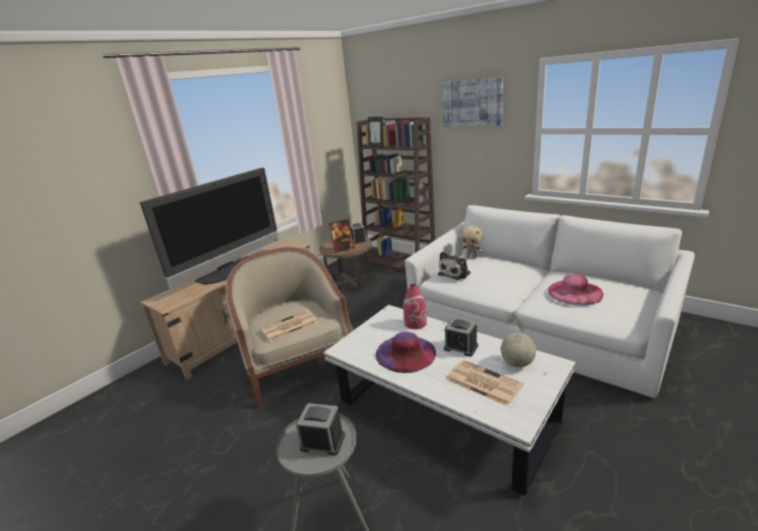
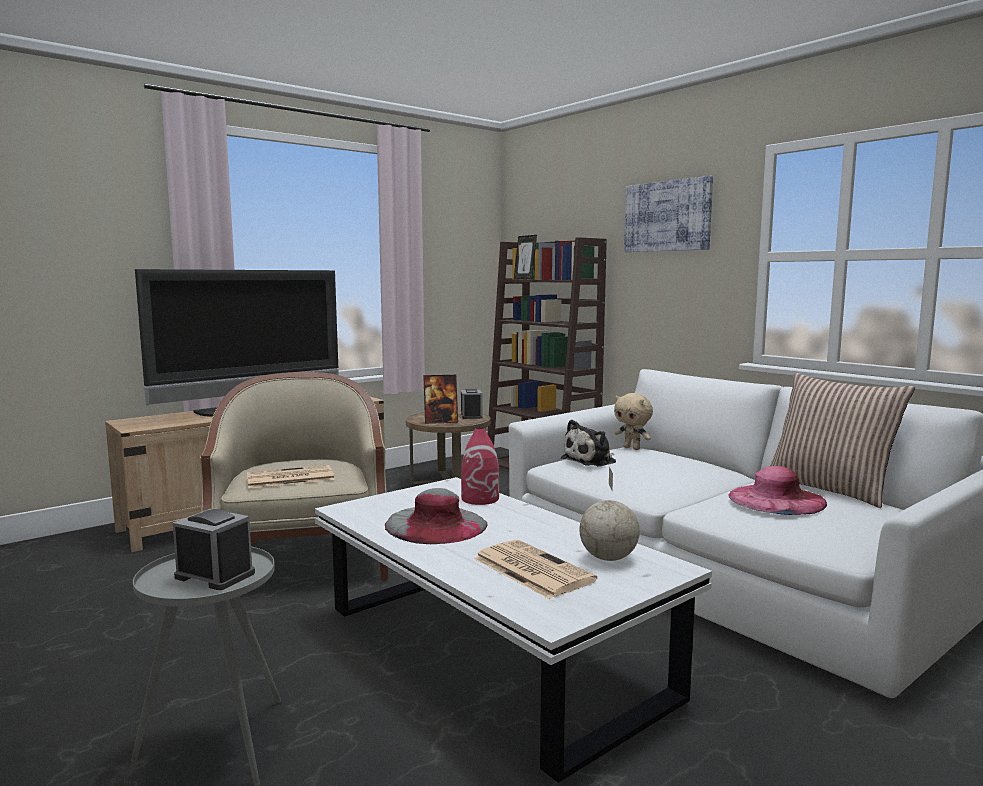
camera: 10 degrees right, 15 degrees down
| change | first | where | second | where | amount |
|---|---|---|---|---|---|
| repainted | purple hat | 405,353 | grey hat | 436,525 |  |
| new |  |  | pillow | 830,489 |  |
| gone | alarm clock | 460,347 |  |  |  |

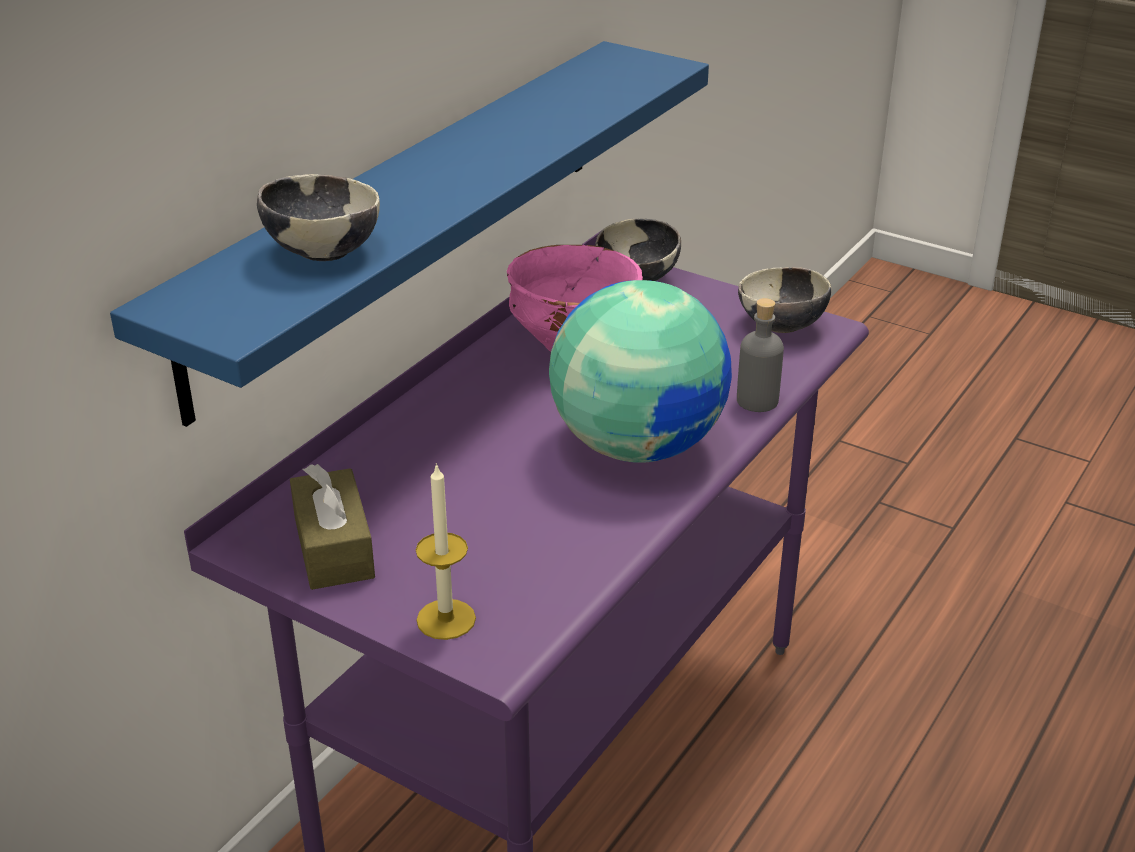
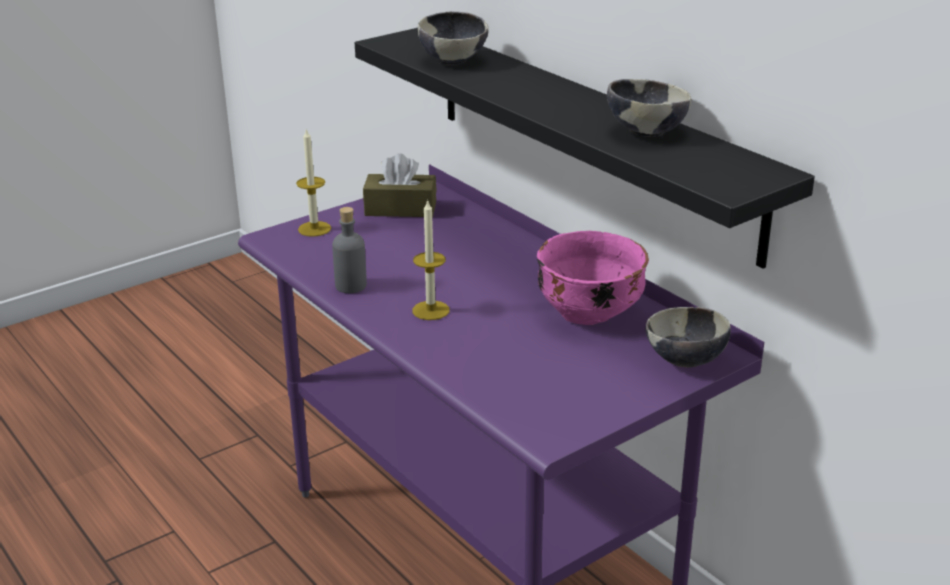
camera: 110 degrees right, 5 degrees down
| change | first | where | second | where | amount |
|---|---|---|---|---|---|
| shifted | grey bottle | 757,400 |  | 351,286 |  |
| repainted | blue shelf | 406,215 | black shelf | 588,136 |  |
| swapped | globe | 637,445 | candle | 431,310 |  |
| shifted | bowl | 781,326 |  | 645,131 |  |

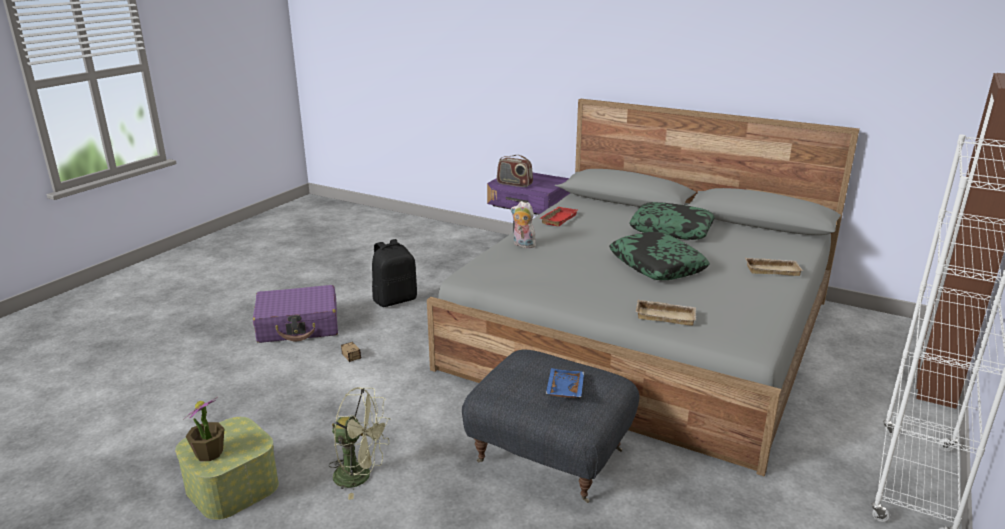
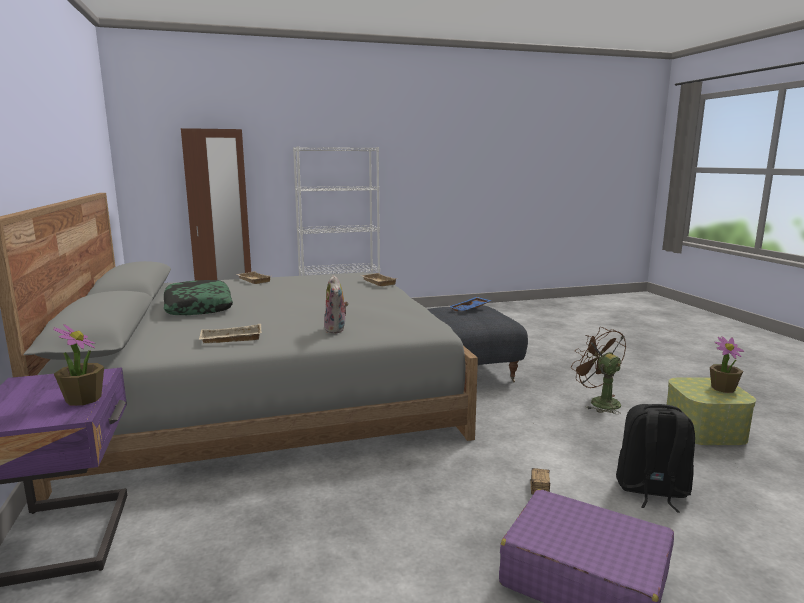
camera: 135 degrees left, 10 degrees down
| change | first | where | second | where | amount |
|---|---|---|---|---|---|
| swapped | radio | 514,184 | potted plant | 83,399 |  |
| repainted | red tray | 558,219 | beige tray | 230,339 |  |
| repainted | green fan | 360,476 | brown fan | 599,402 |  |
| shifted | black backpack | 395,300 |  | 651,490 |  |
| gone | pillow | 656,265 |  |  |  |

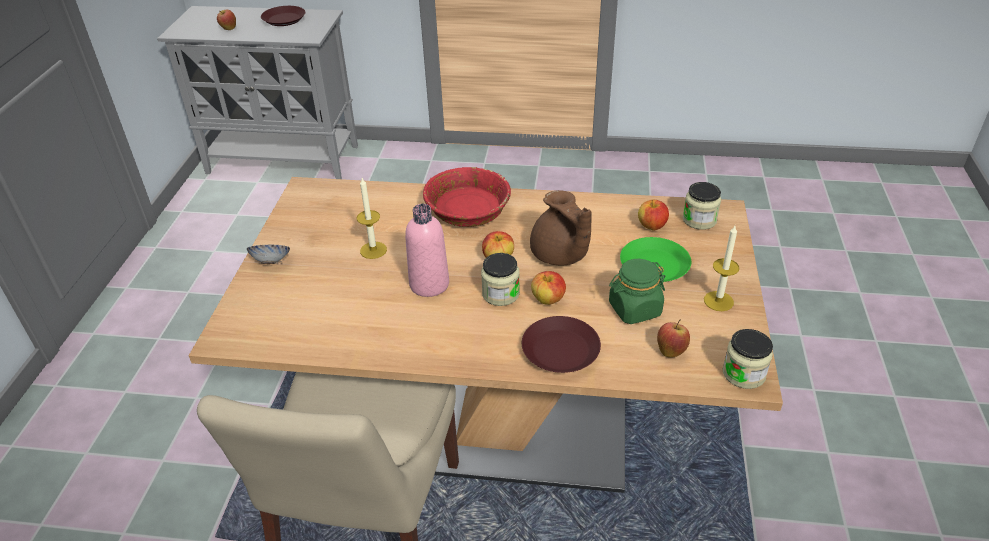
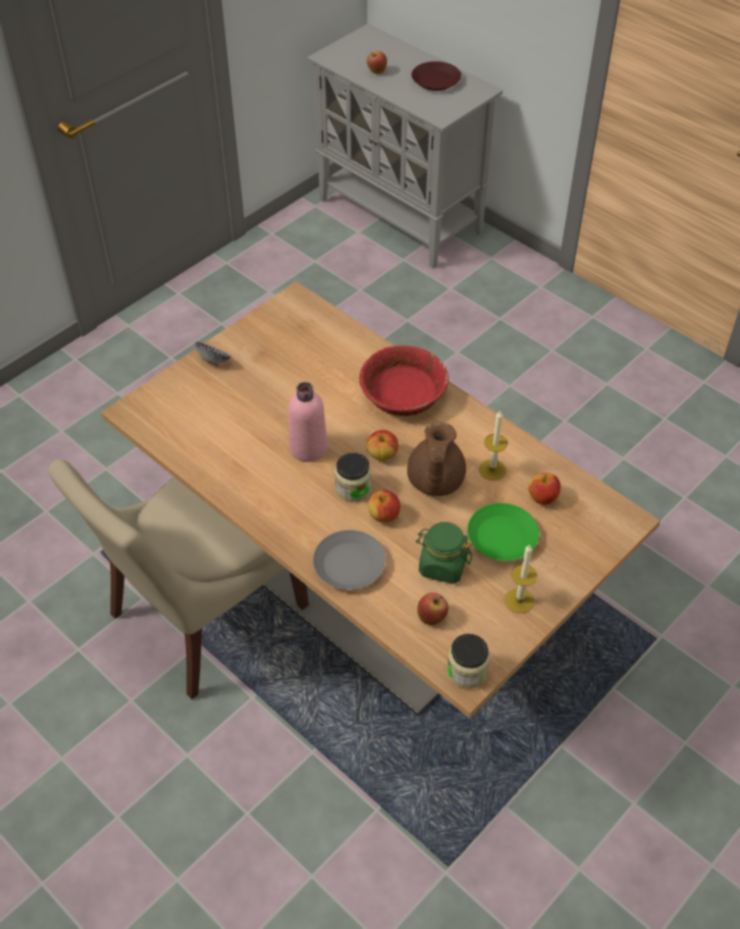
camera: 35 degrees right, 10 degrees up
| change | first | where | second | where | amount |
|---|---|---|---|---|---|
| repainted | brown plate | 559,350 | grey plate | 349,564 |  |
| shifted | candle | 373,250 |  | 492,470 |  |
| gone | jar | 699,220 |  |  |  |

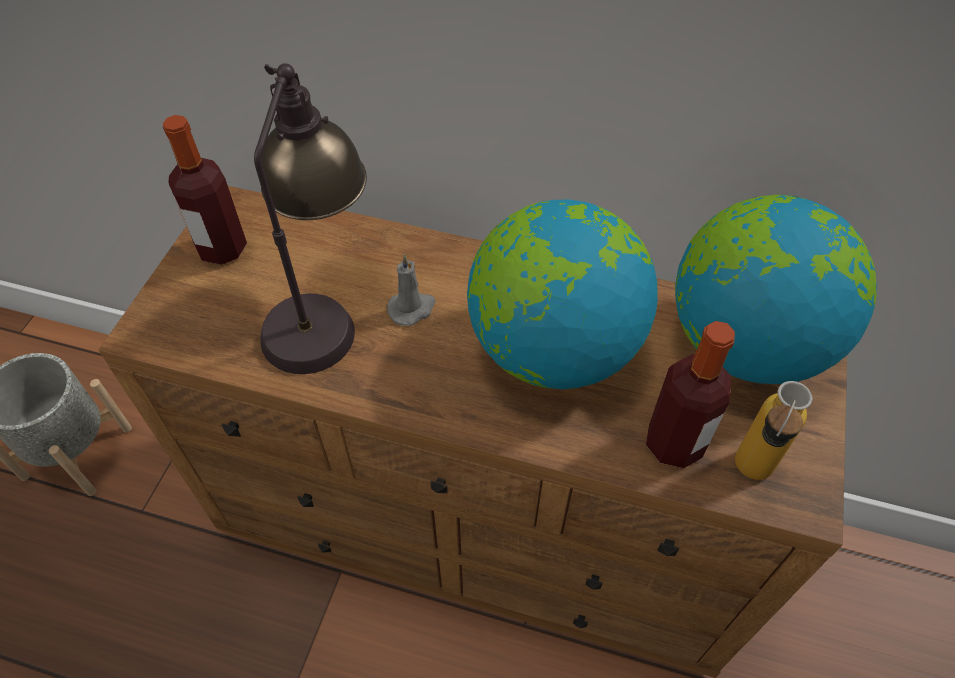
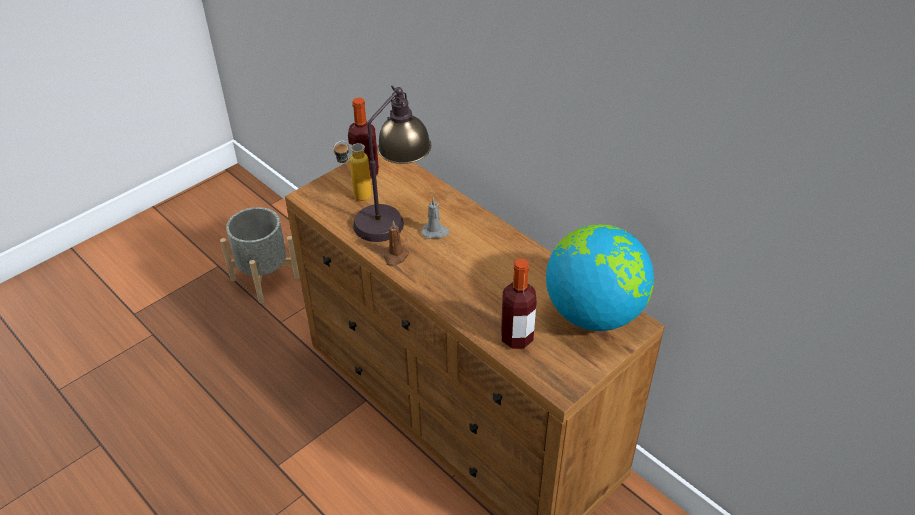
camera: 30 degrees right, 10 degrees down
| change | first | where | second | where | amount |
|---|---|---|---|---|---|
| shifted | bottle | 747,476 |  | 355,198 |  |
| new |  |  | brown candle | 395,257 |  |
| gone | globe | 553,348 |  |  |  |

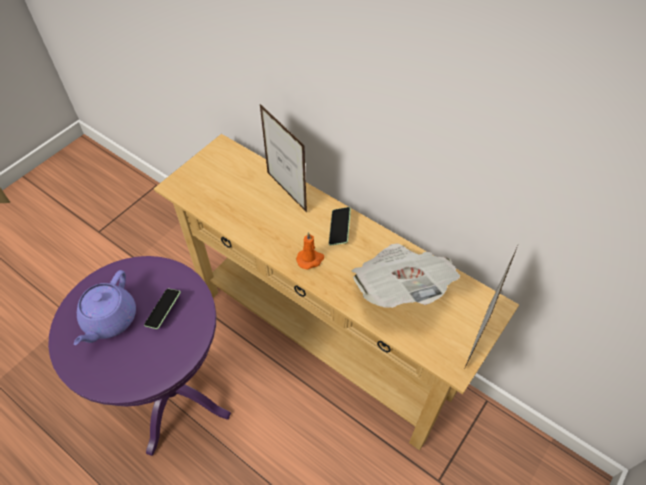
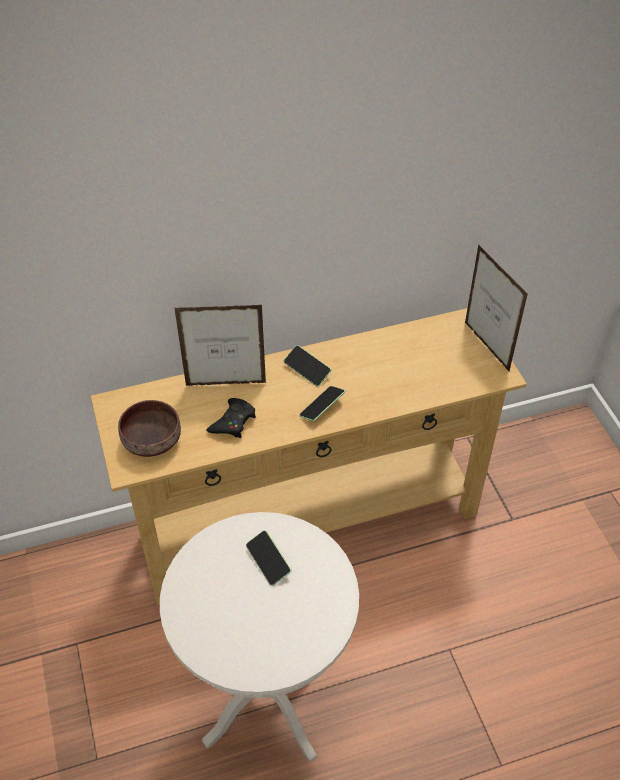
camera: 55 degrees left, 5 degrees down
| change | first | where | second | where | amount |
|---|---|---|---|---|---|
| new |  |  | brown bowl | 152,438 |  |
| repainted | purple side table | 177,398 | white side table | 268,699 |  |
| new |  |  | black game controller | 233,422 |  |
| swapped | orange candle | 310,259 | phone | 322,408 |  |
| gone | purple teapot | 109,320 |  |  |  |
| gone | newspaper | 399,287 |  |  |  |

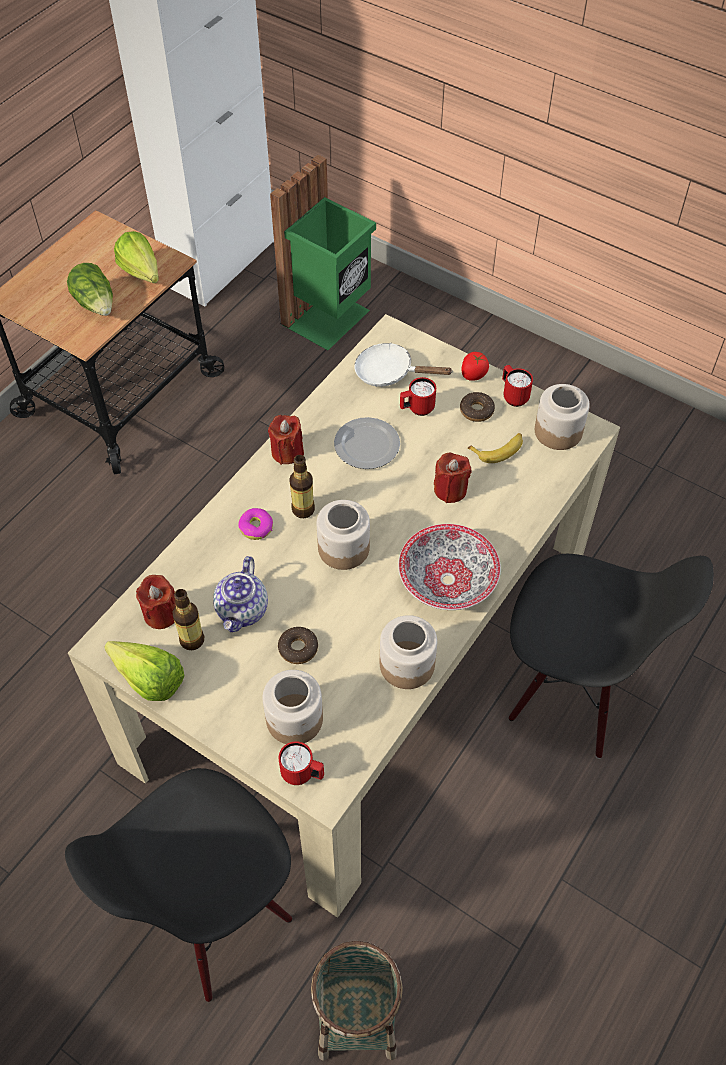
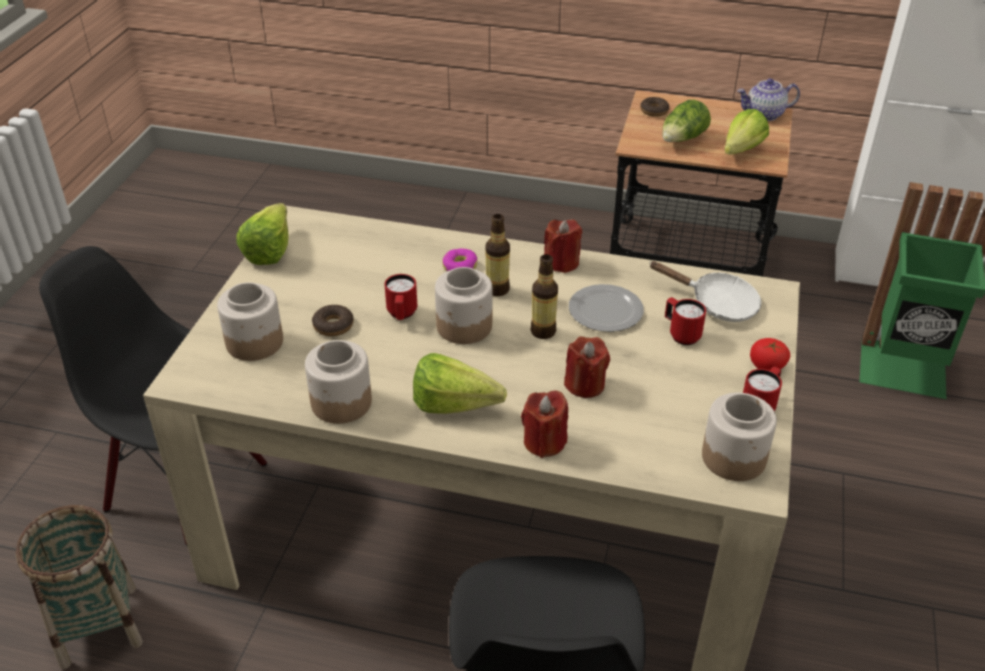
camera: 70 degrees right, 15 degrees down
| change | first | where | second | where | amount |
|---|---|---|---|---|---|
| shifted | red mug | 302,774 |  | 402,315 |  |
| swapped | bowl | 446,580 | lettuce | 460,408 |  |
| shifted | red candle | 161,614 |  | 544,442 |  |
| shifted | bottle | 192,640 |  | 543,331 |  |
| shifted | donut | 476,410 |  | 654,111 |  |
| rotated | white frying pan | 390,373 |  | 716,304 | 120 degrees clockwise |
| shifted | teapot | 243,610 |  | 764,115 |  |
| gone | banana | 498,450 |  |  |  |

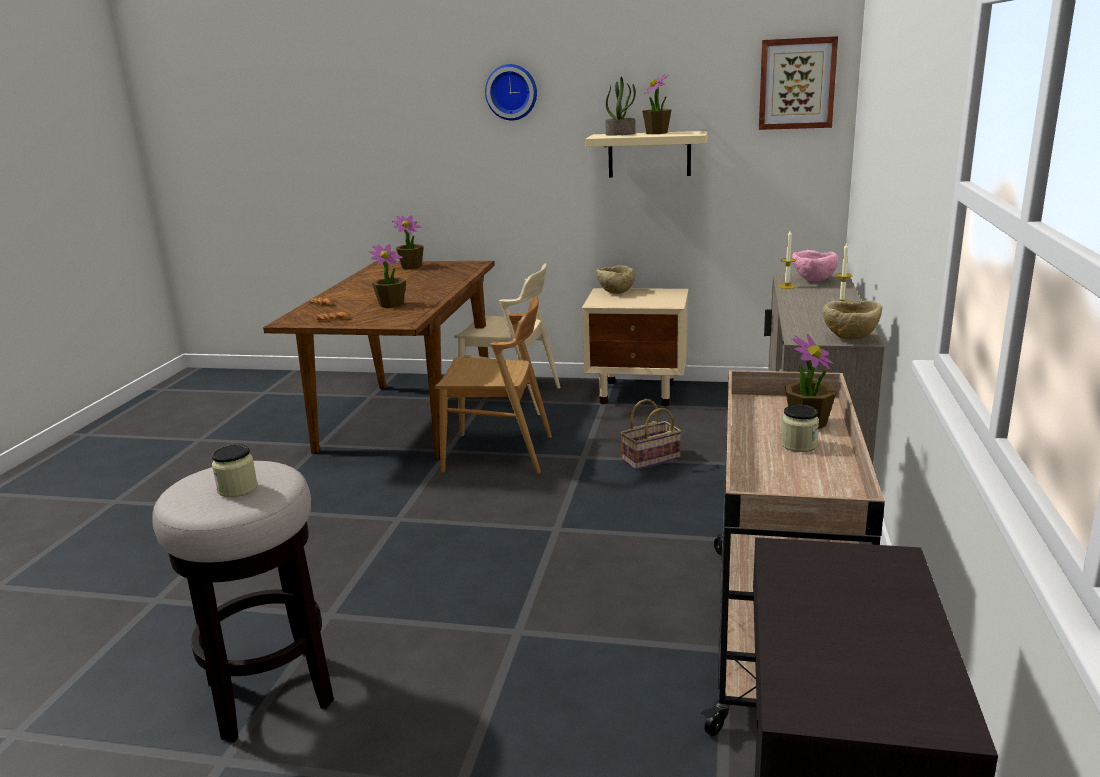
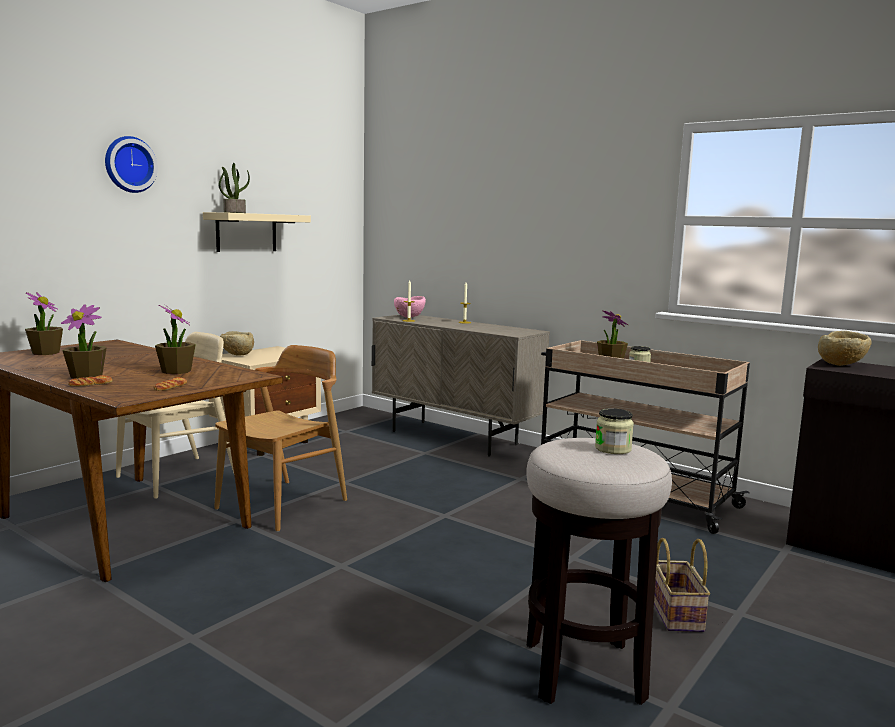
camera: 65 degrees left, 10 degrees down
| change | first | where | second | where | amount |
|---|---|---|---|---|---|
| shifted | potted plant | 657,133 |  | 87,376 |  |
| shifted | basket | 650,460 |  | 677,614 |  |
| shifted | beige bowl | 849,339 |  | 841,365 |  |
| gone | picture | 797,83 |  |  |  |

